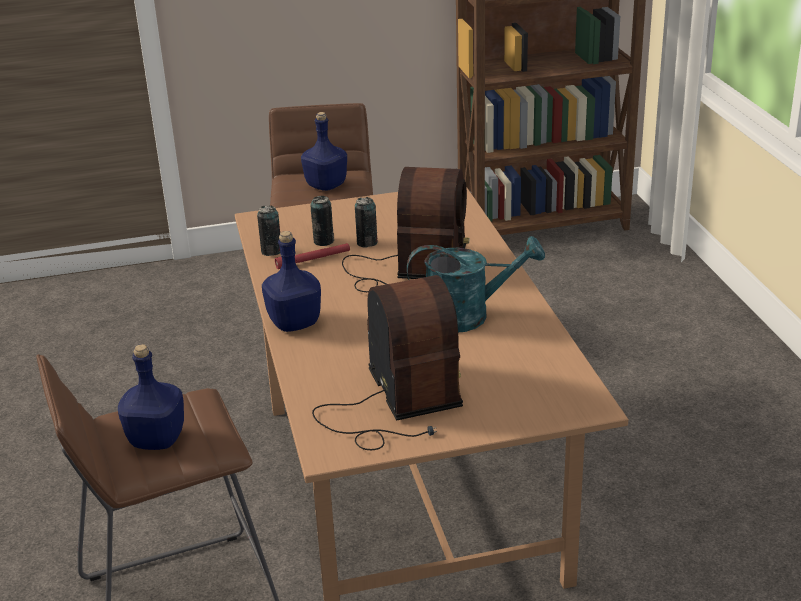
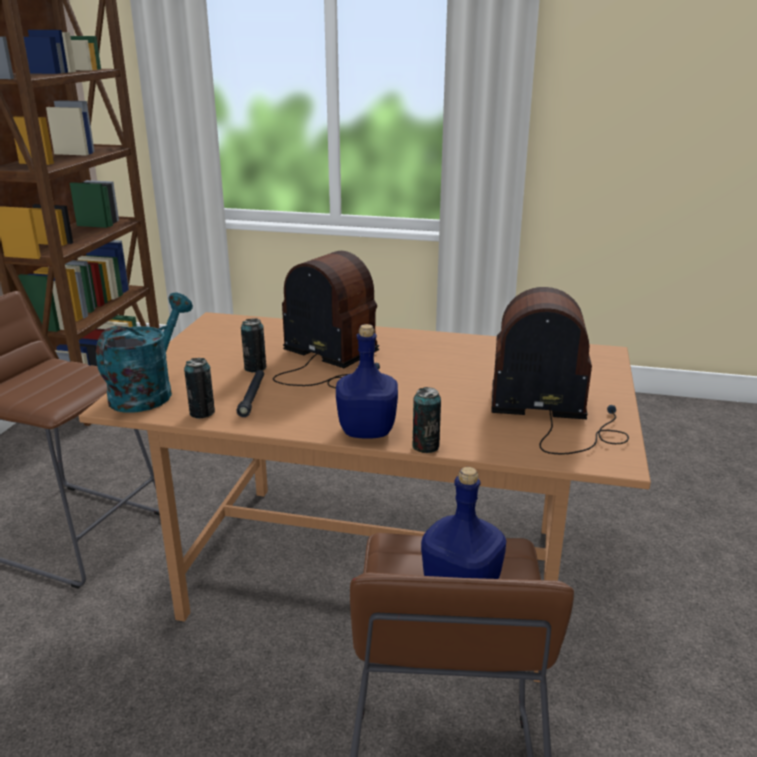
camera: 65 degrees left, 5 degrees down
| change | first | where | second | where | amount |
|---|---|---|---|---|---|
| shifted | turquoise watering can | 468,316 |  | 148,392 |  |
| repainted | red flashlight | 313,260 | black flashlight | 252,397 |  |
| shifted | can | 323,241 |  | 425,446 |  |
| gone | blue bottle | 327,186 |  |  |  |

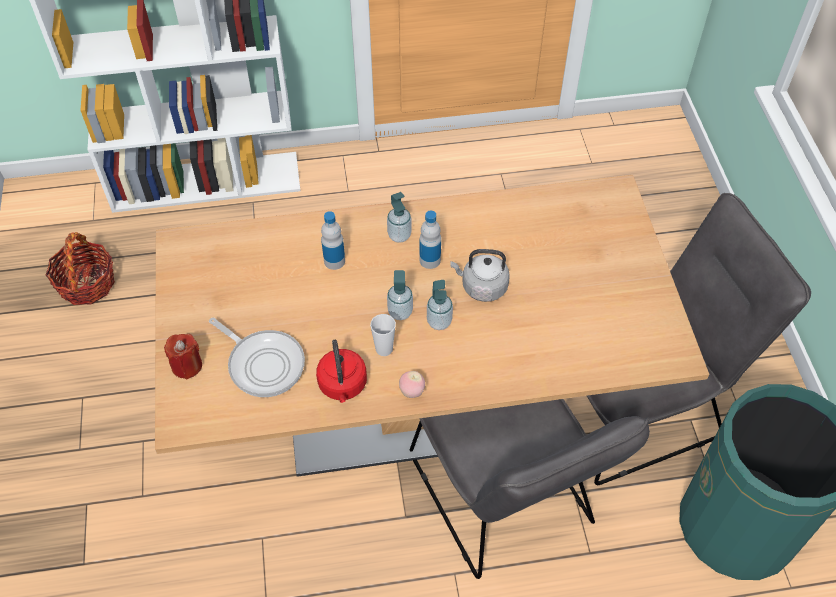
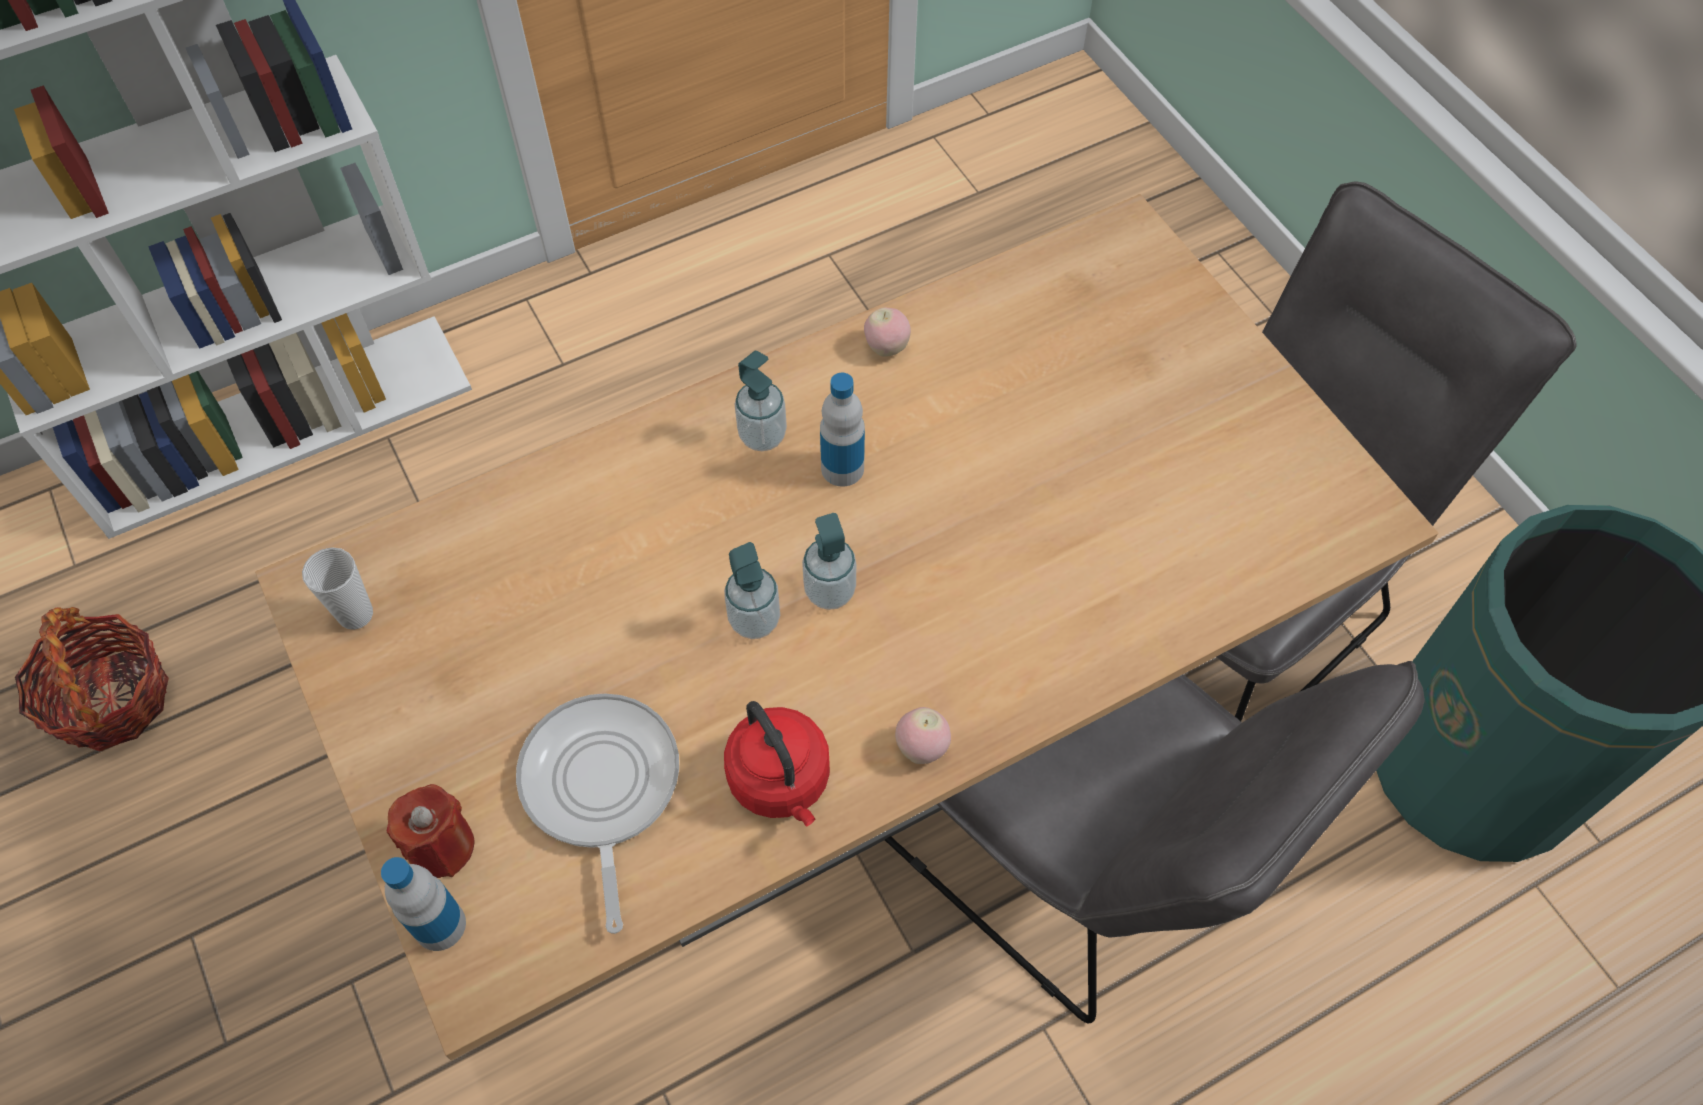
camera: 20 degrees left, 5 degrees up
| change | first | where | second | where | amount |
|---|---|---|---|---|---|
| shifted | cup | 384,349 |  | 355,614 |  |
| shifted | bottle | 334,261 |  | 440,925 |  |
| rotated | frying pan | 263,363 |  | 601,788 | 120 degrees counterclockwise |
| shifted | soap dispenser | 439,322 |  | 754,620 |  |
| new |  |  | apple | 886,348 |  |
| gone | grey kettle | 481,287 |  |  |  |

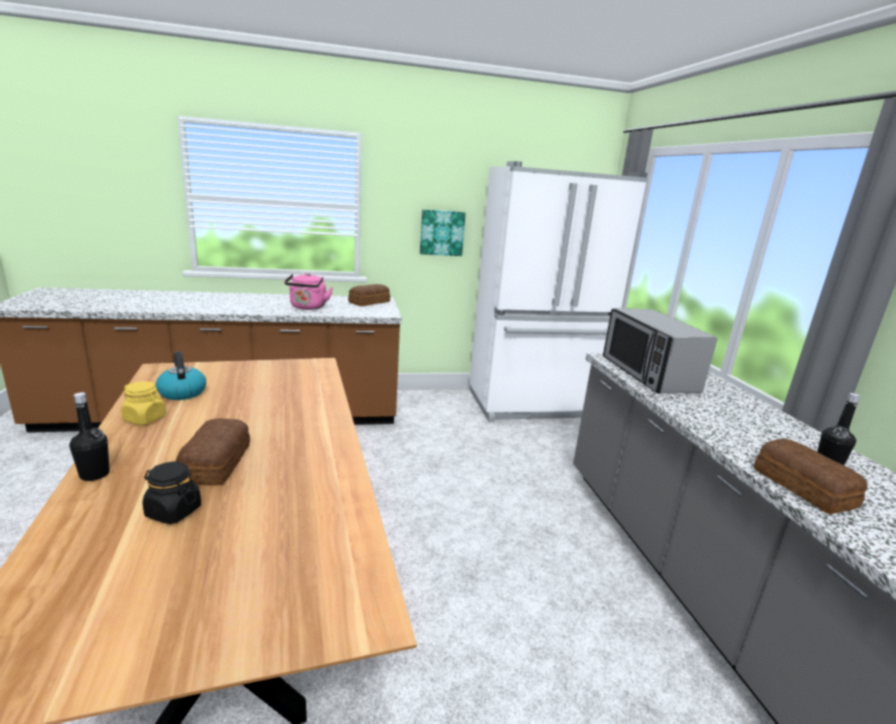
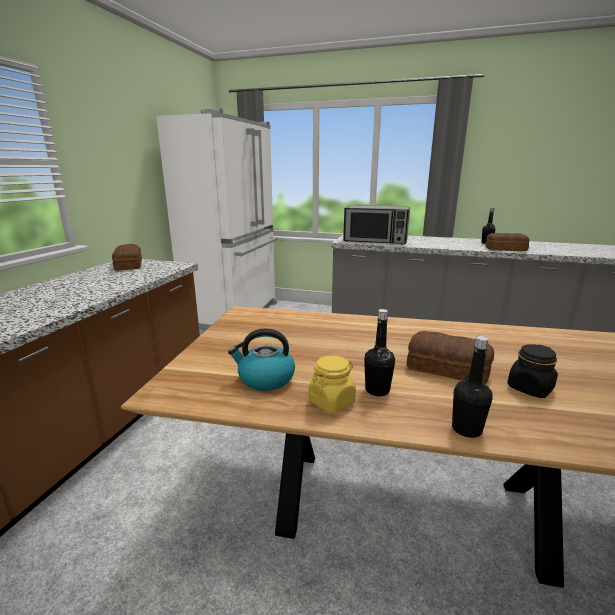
camera: 60 degrees left, 0 degrees up
| change | first | where | second | where | amount |
|---|---|---|---|---|---|
| new |  |  | black bottle | 377,390 |  |
| gone | pink kettle | 308,307 |  |  |  |
| gone | picture | 441,232 |  |  |  |

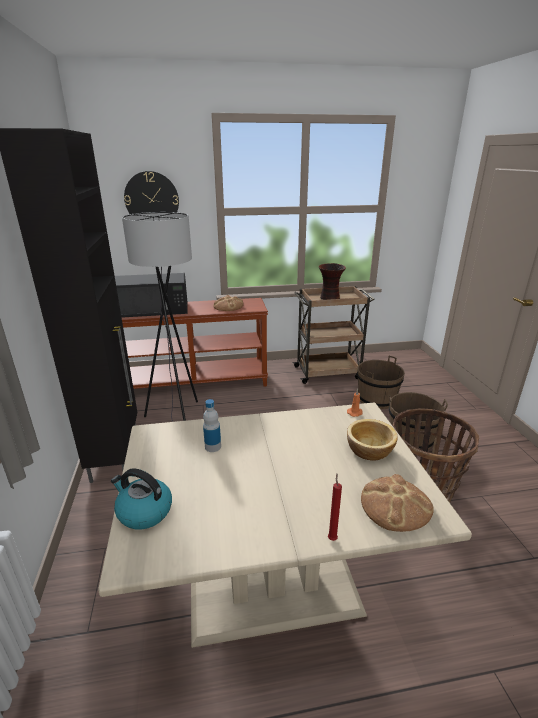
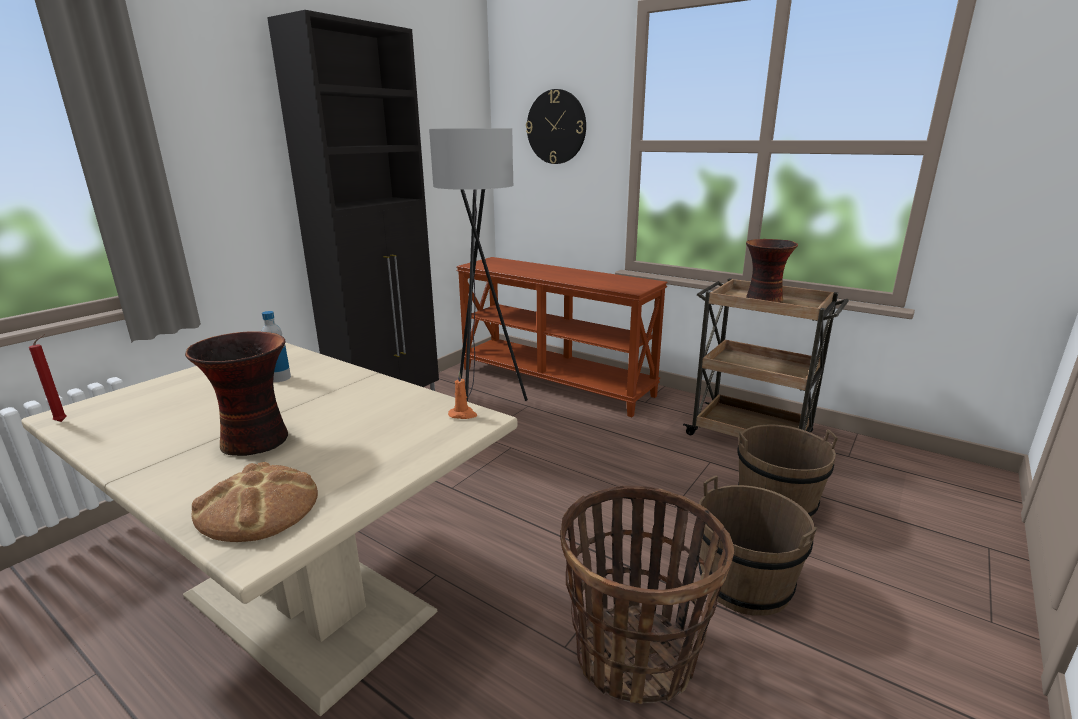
camera: 45 degrees right, 5 degrees down
| change | first | where | second | where | amount |
|---|---|---|---|---|---|
| shifted | red candle | 332,538 |  | 63,421 |  |
| new |  |  | vase | 258,440 |  |
| gone | kettle | 144,512 |  |  |  |
| gone | black microwave | 154,309 |  |  |  |
| gone | bread | 228,306 |  |  |  |
| gone | bowl | 369,450 |  |  |  |

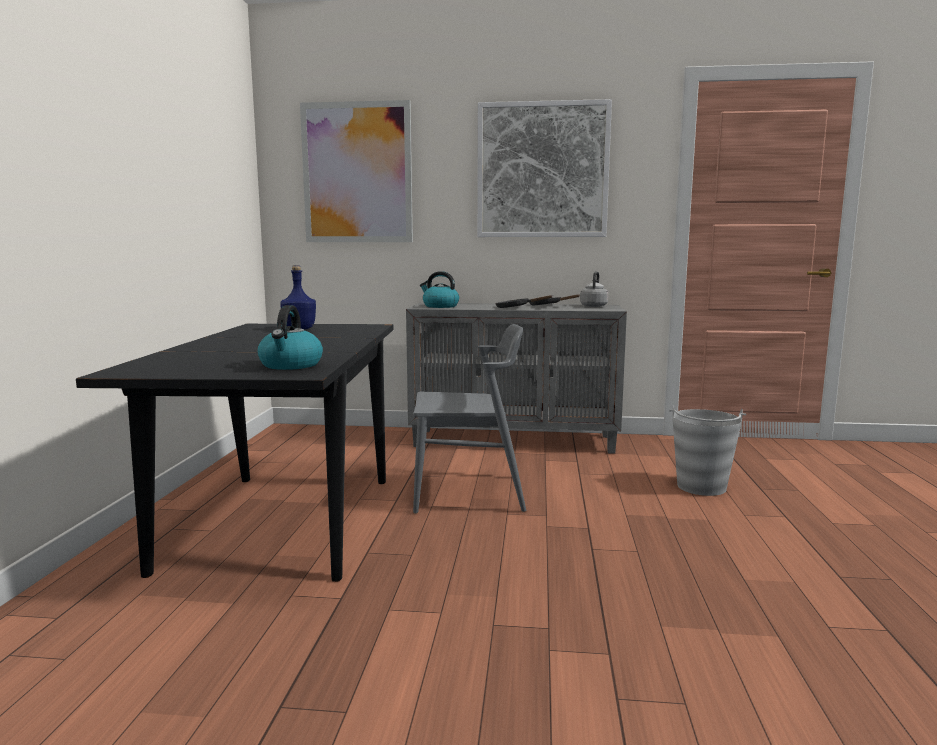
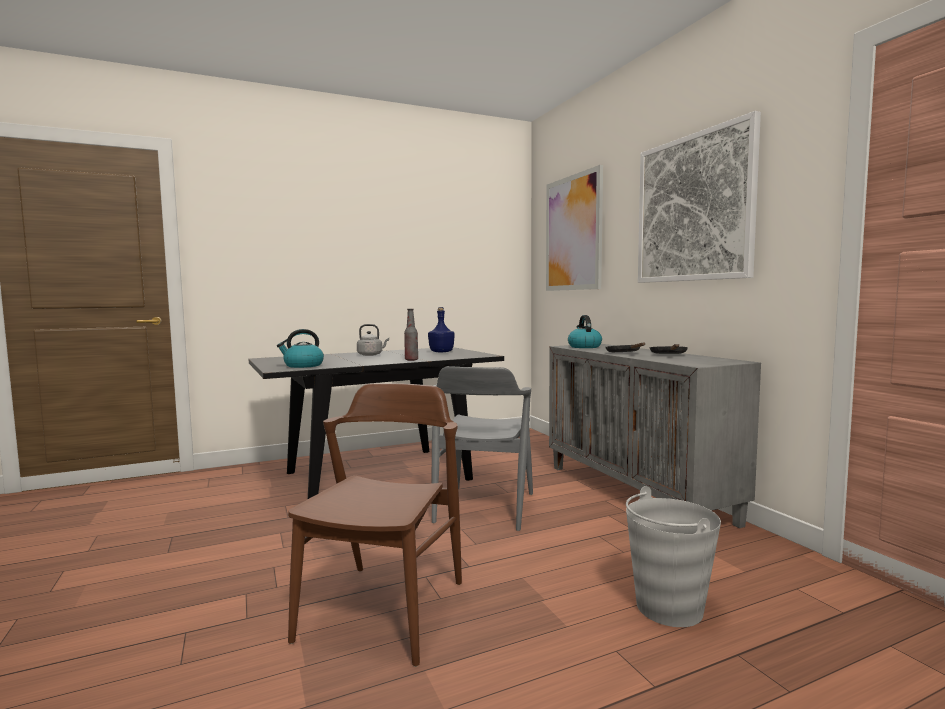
camera: 60 degrees right, 5 degrees down
| change | first | where | second | where | amount |
|---|---|---|---|---|---|
| new |  |  | brown chair | 384,610 |  |
| shifted | grey kettle | 594,306 |  | 371,355 |  |
| new |  |  | bottle | 411,360 |  |
| rotated | grey chair | 469,493 |  | 484,507 | 45 degrees clockwise |

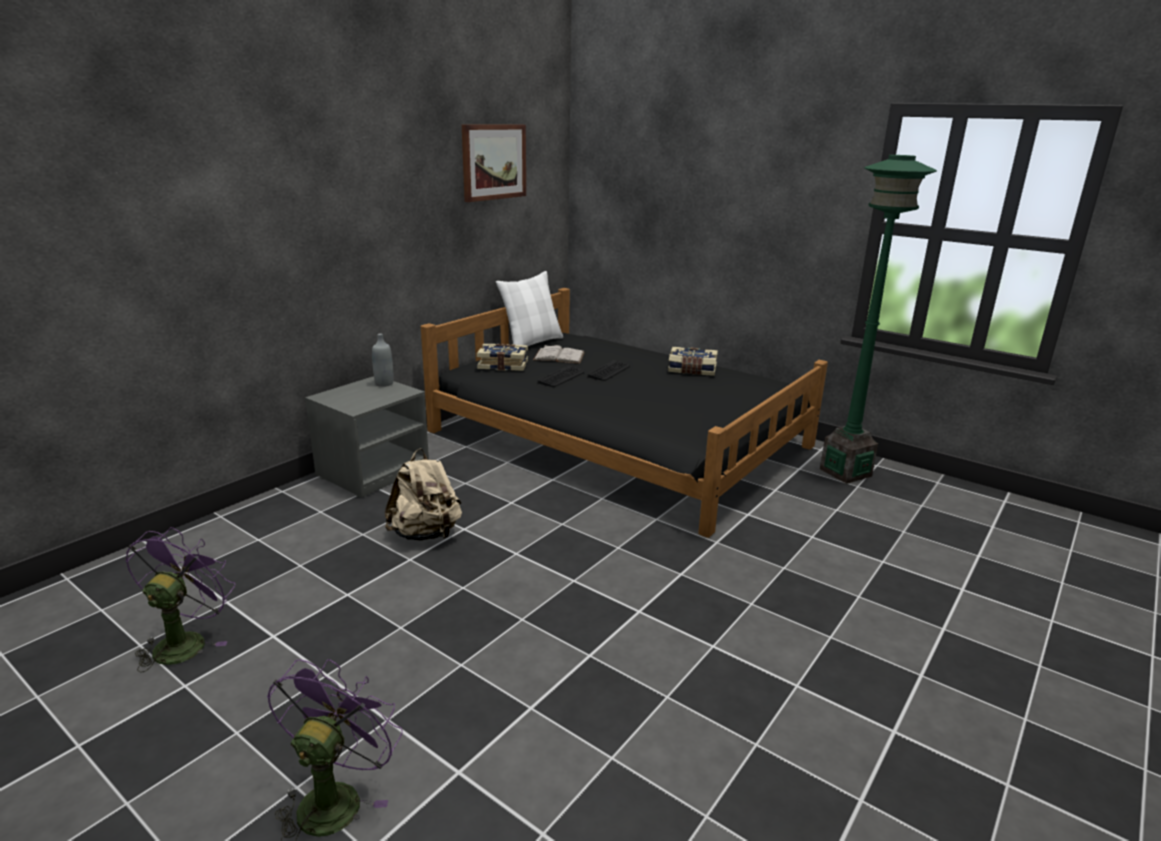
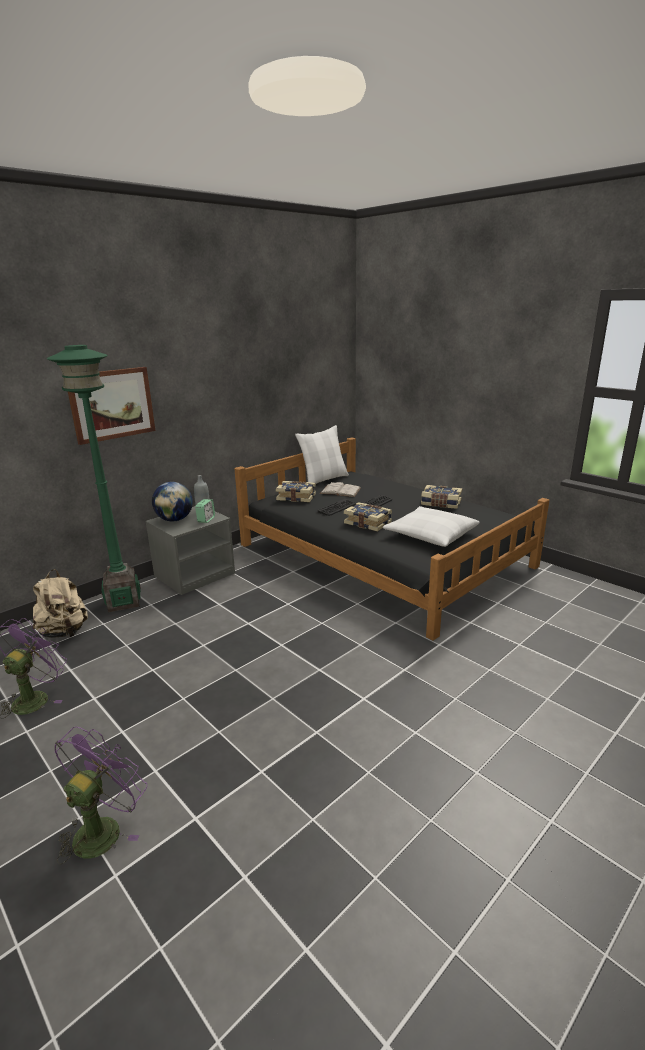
camera: 10 degrees right, 0 degrees up
| change | first | where | second | where | amount |
|---|---|---|---|---|---|
| shifted | beige backpack | 426,534 |  | 64,632 |  |
| shifted | green floor lamp | 845,472 |  | 124,602 |  |
| shifted | picture | 494,162 |  | 112,404 |  |
| new |  |  | globe | 174,520 |  |
| new |  |  | alarm clock | 206,519 |  |
| new |  |  | book | 368,523 |  |
| new |  |  | white pillow | 430,535 |  |

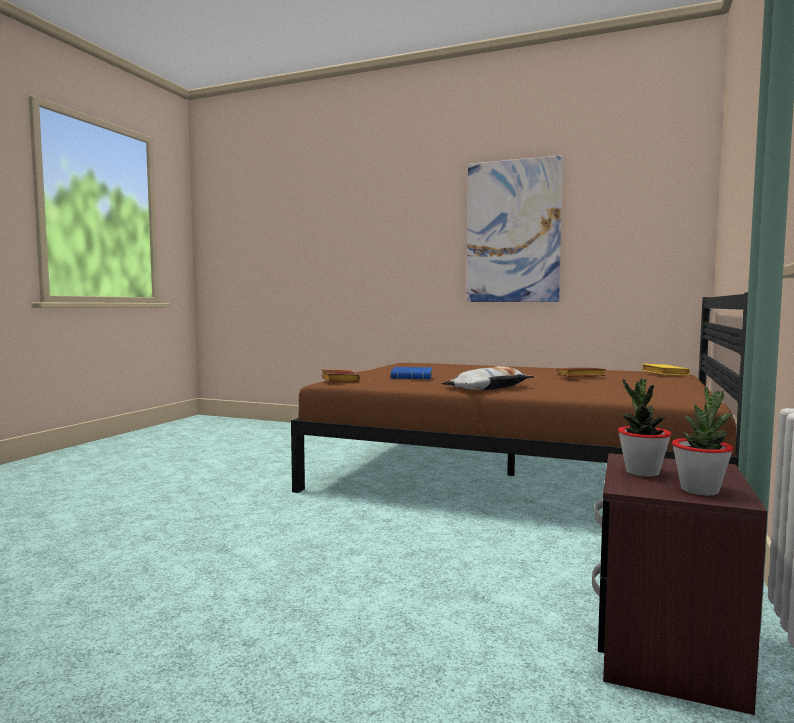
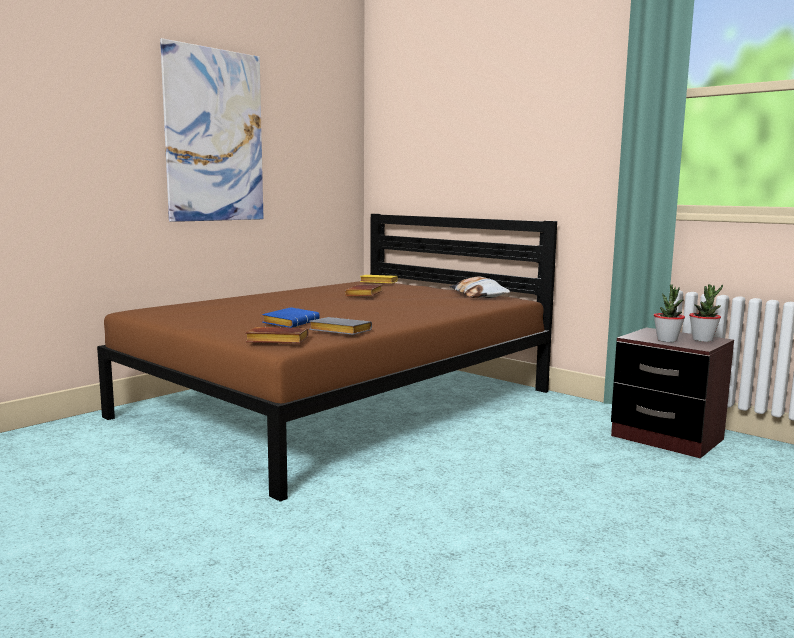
camera: 70 degrees left, 5 degrees up
| change | first | where | second | where | amount |
|---|---|---|---|---|---|
| new |  |  | grey book | 338,332 |  |
| shifted | pillow | 487,388 |  | 479,295 |  |

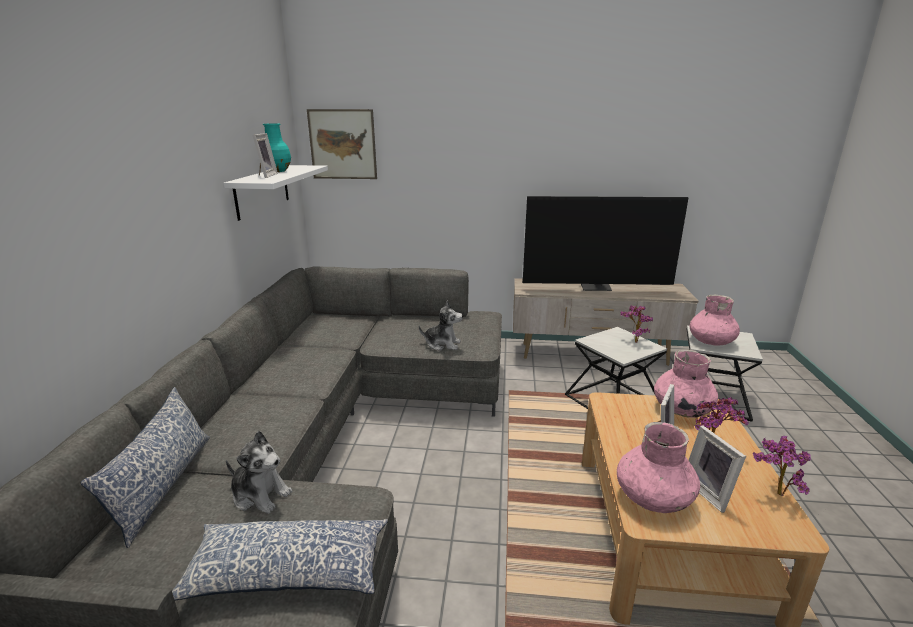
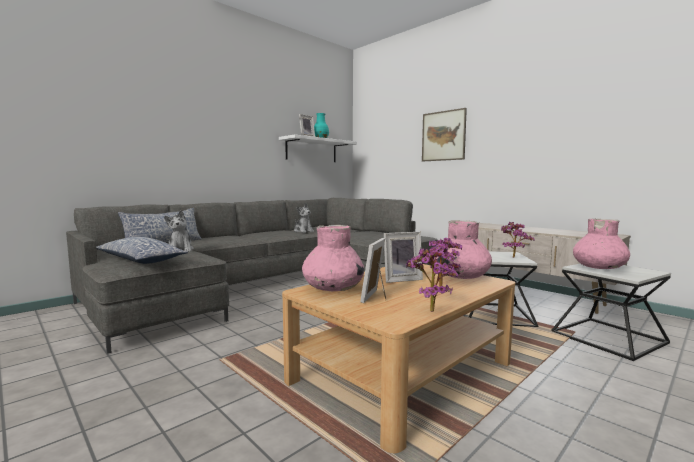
camera: 40 degrees right, 15 degrees down
| change | first | where | second | where | amount |
|---|---|---|---|---|---|
| shifted | plush toy | 442,344 |  | 303,231 |  |
| shifted | picture | 342,144 |  | 443,136 |  |
| gone | television | 596,287 |  |  |  |

